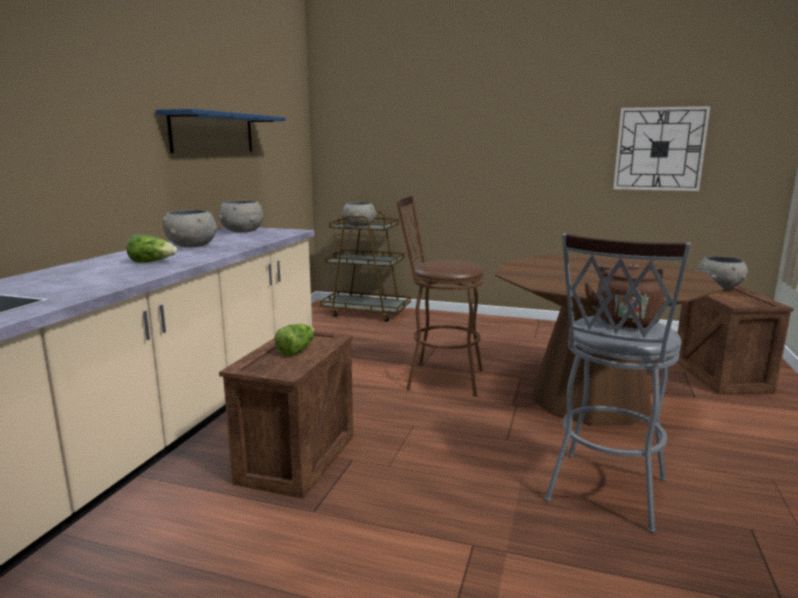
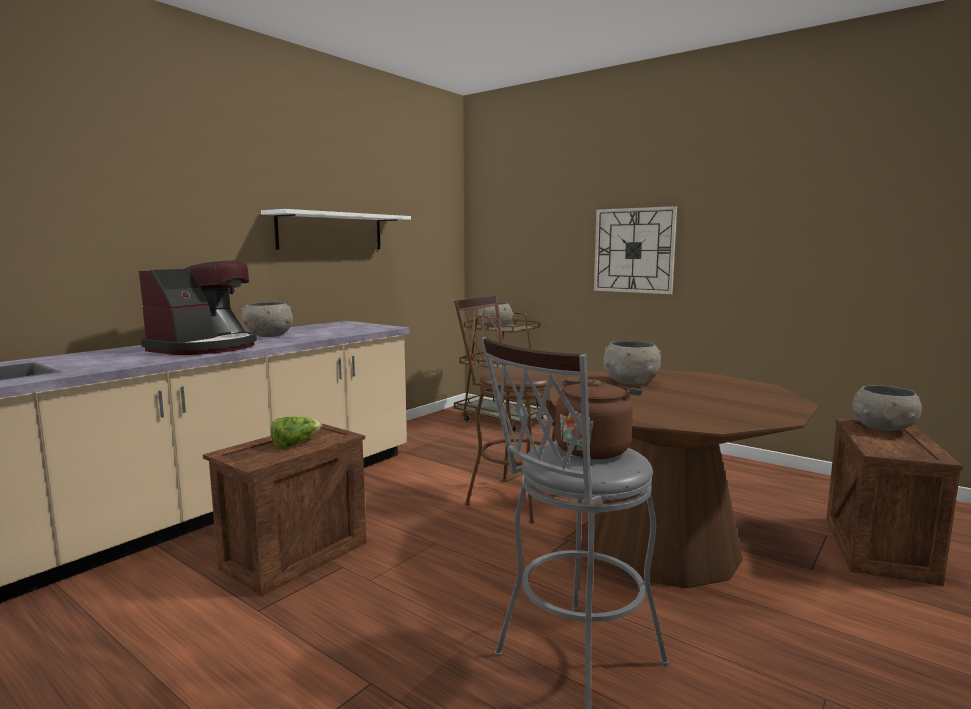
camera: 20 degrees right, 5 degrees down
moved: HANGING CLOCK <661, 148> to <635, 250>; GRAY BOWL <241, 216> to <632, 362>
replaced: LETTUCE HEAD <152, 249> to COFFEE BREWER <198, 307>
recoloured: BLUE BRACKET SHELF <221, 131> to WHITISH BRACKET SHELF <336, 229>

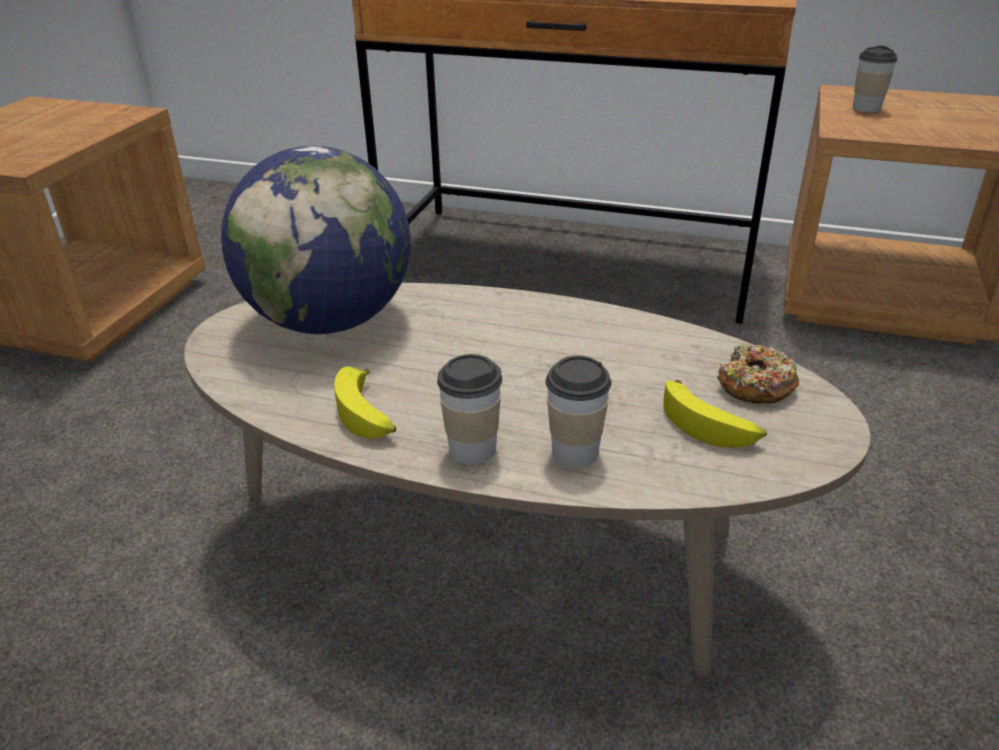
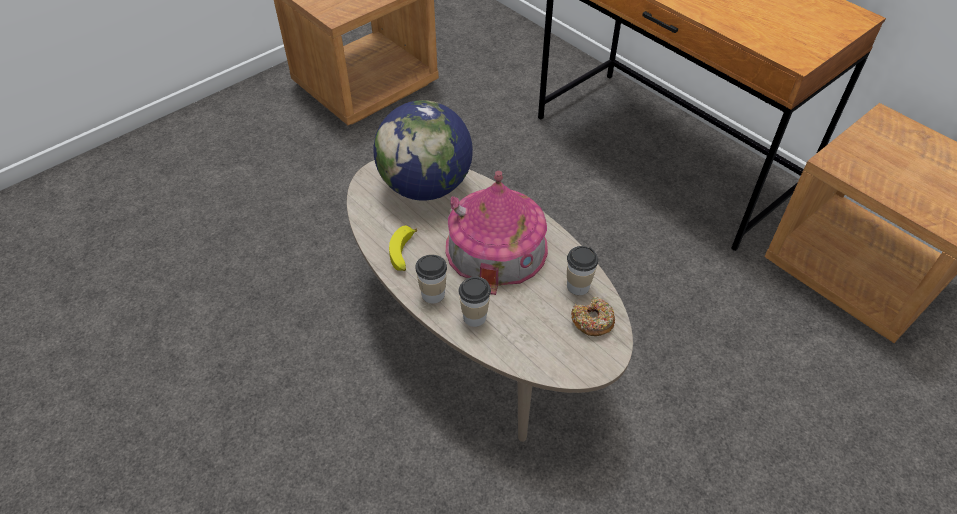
camera: 30 degrees right, 15 degrees up
removed: BANANA FRUIT <715, 414>
added: TOY HOUSE <497, 233>
moved: SMALL CUP <875, 79> to <582, 270>

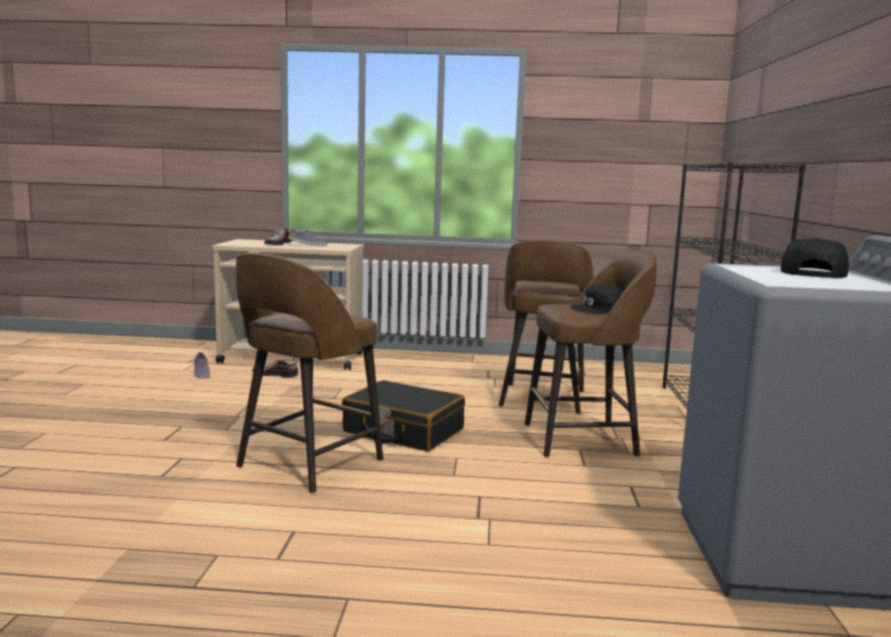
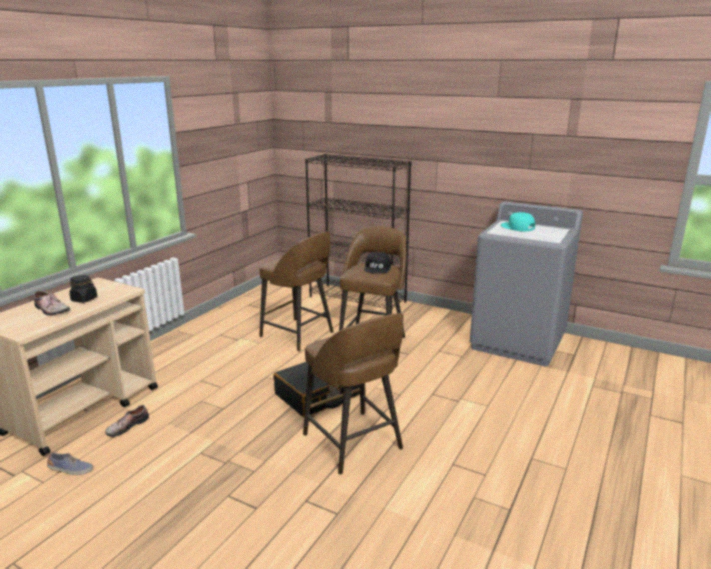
camera: 65 degrees left, 10 degrees up
replaced: ITEM OF FOOTWEAR <307, 237> to BLACK JAR <83, 289>
recoloured: BLACK BASEBALL CAP <815, 258> to BLUE-GREEN BASEBALL CAP <518, 222>

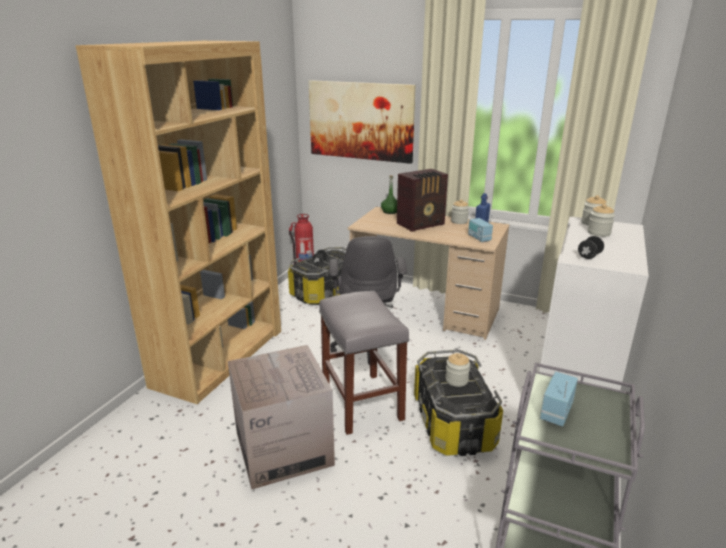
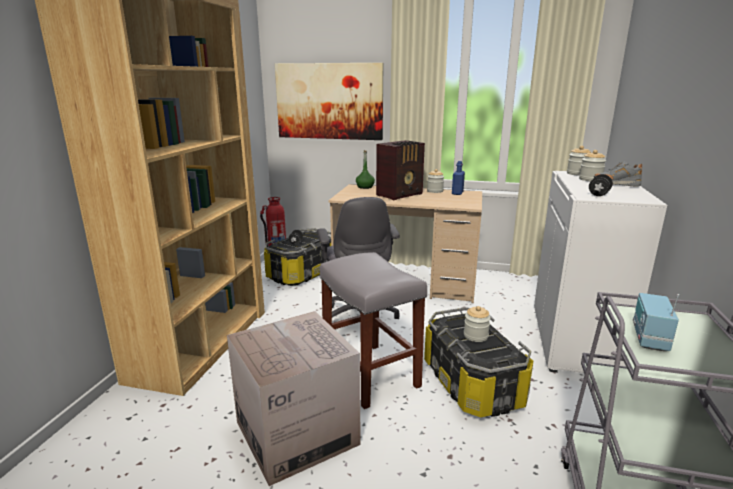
camera: 10 degrees left, 5 degrees down
removed: RADIO RECEIVER <480, 228>
added: GRAY ITEM OF FOOTWEAR <618, 174>

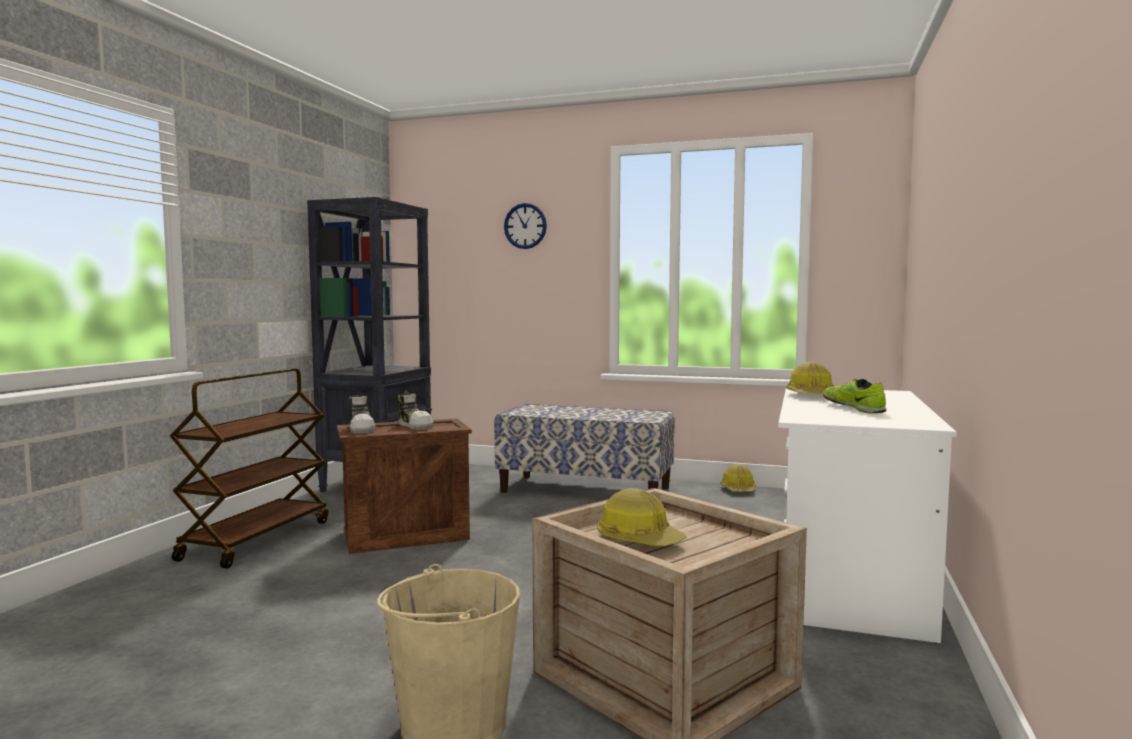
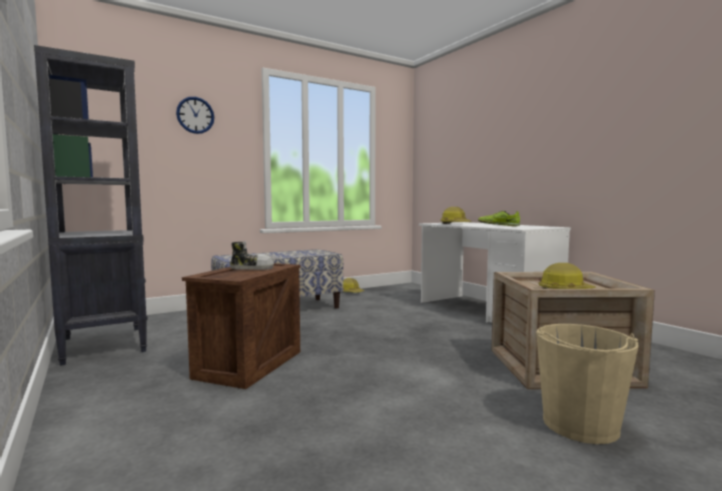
camera: 50 degrees left, 0 degrees up
removed: BROWN-COLOURED CART <249, 468>; ITEM OF FOOTWEAR <362, 414>

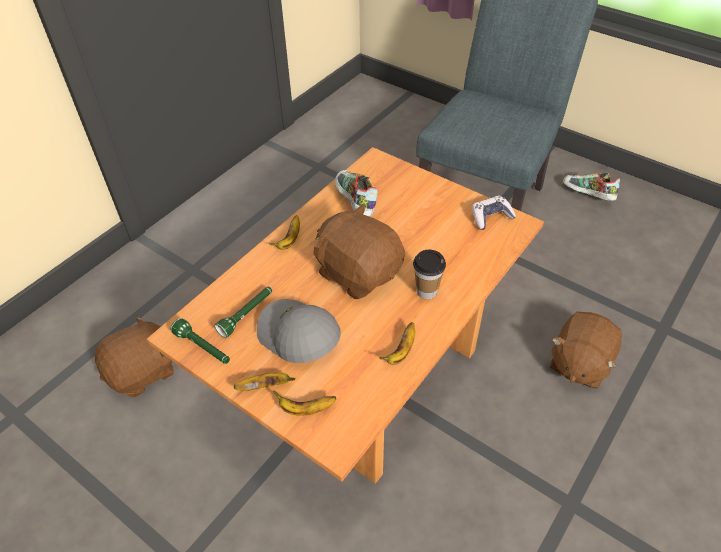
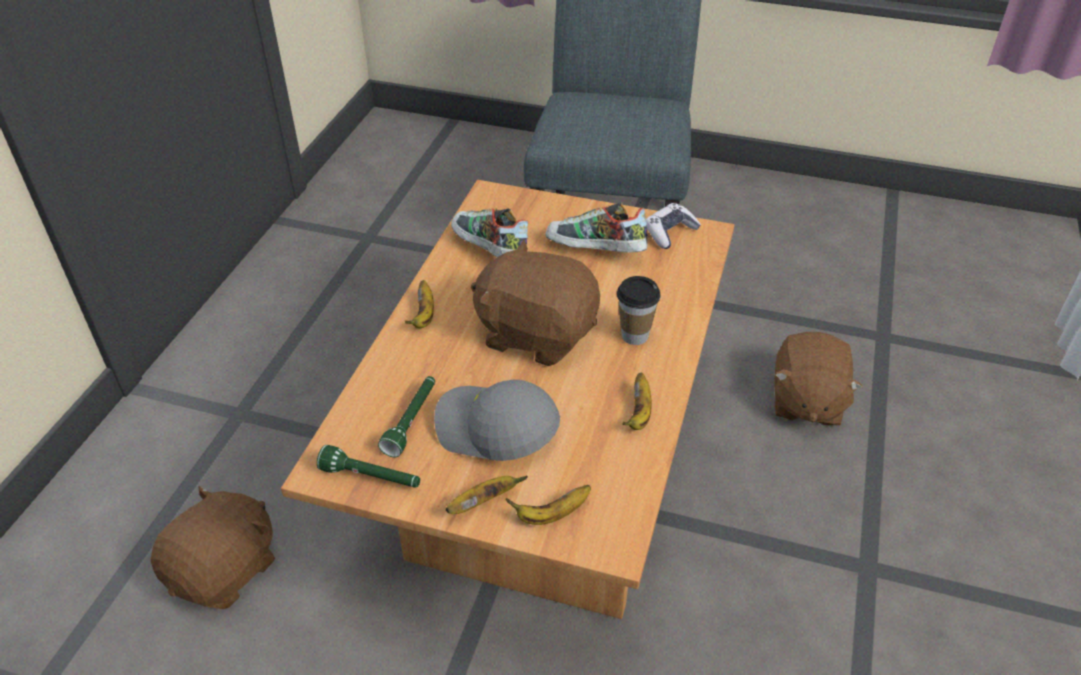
camera: 20 degrees left, 5 degrees down
moved: ITEM OF FOOTWEAR <591, 187> to <596, 227>

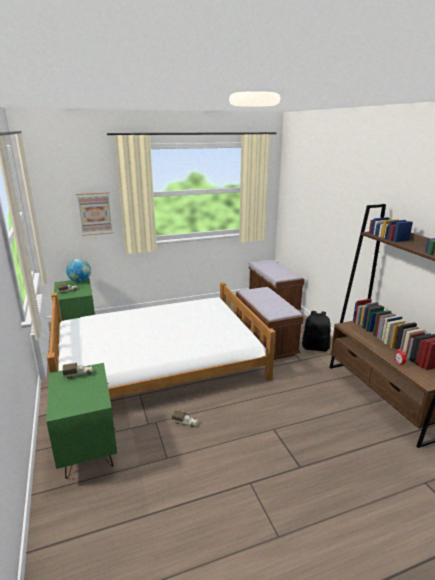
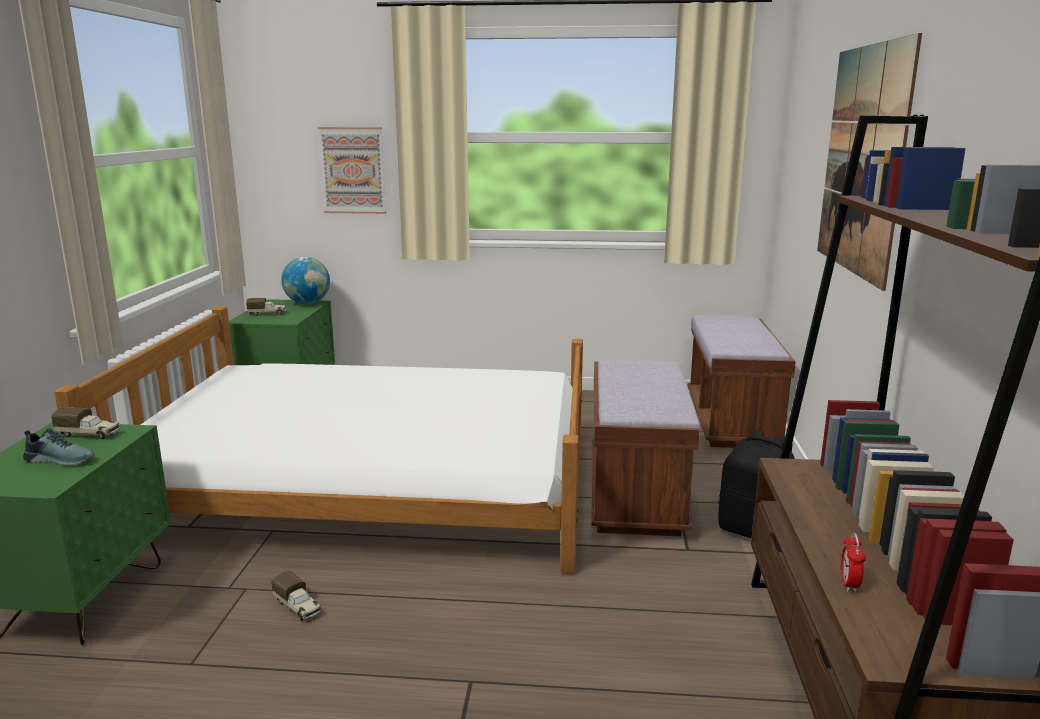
camera: 25 degrees right, 5 degrees down
added: ITEM OF FOOTWEAR <58, 447>; WALL ART <869, 162>

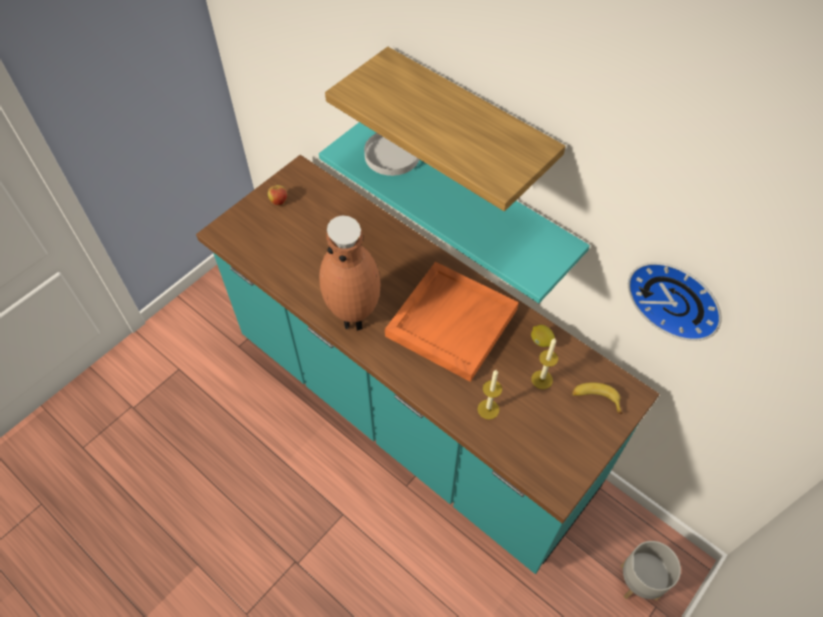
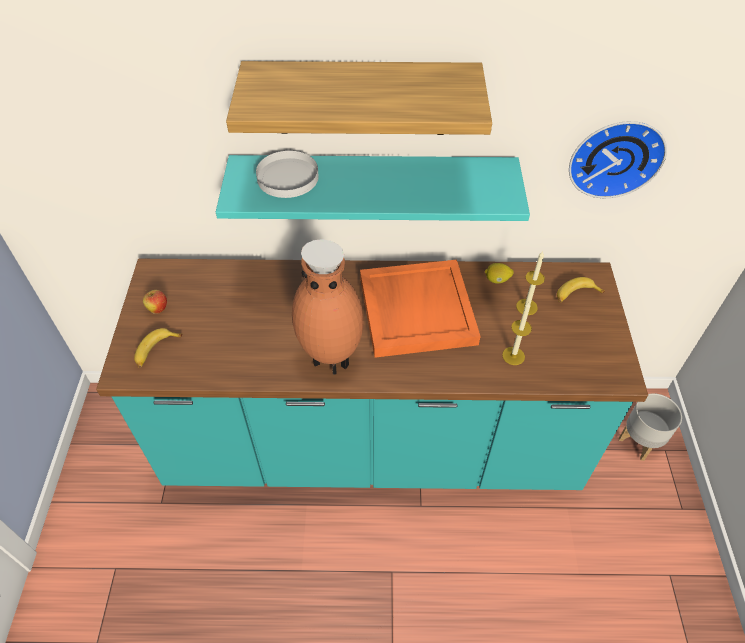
camera: 40 degrees left, 5 degrees down
added: BANANA FRUIT <158, 347>

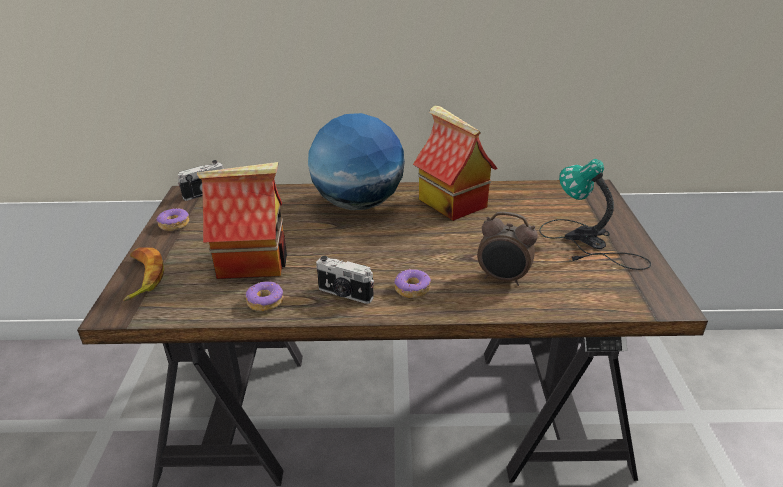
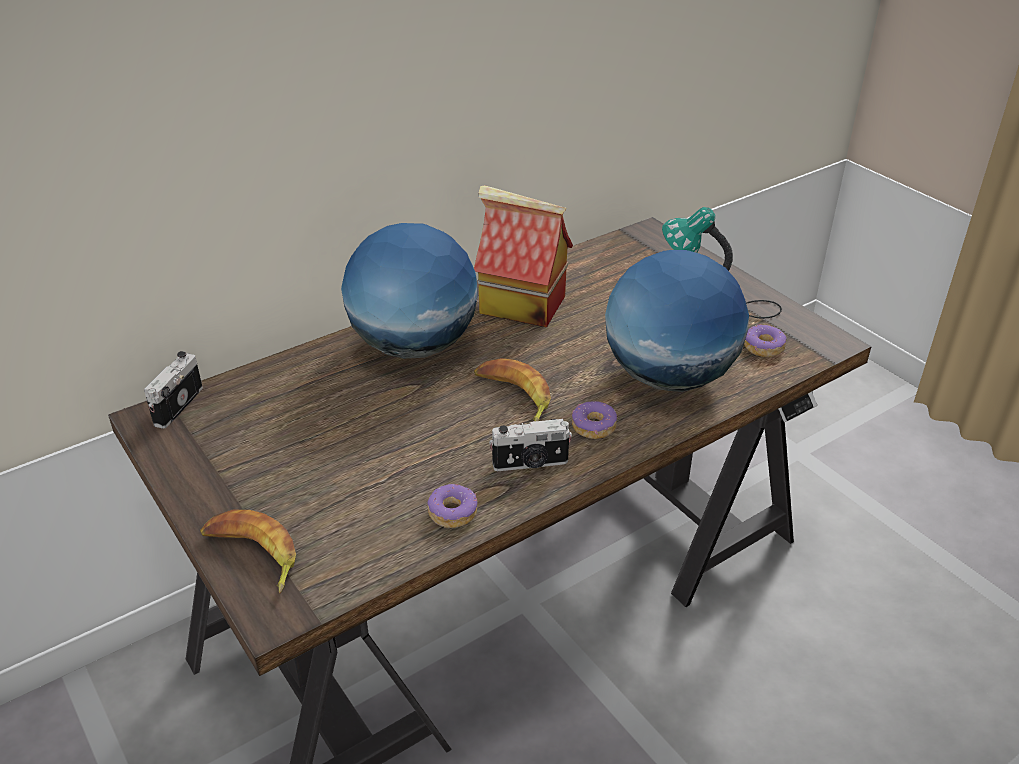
camera: 35 degrees left, 5 degrees up
removed: TOY HOUSE <242, 220>
added: BANANA FRUIT <512, 390>
moved: DOUGHNUT <172, 219> to <765, 340>
replaced: TABLE CLOCK <507, 249> to GLOBE <677, 321>

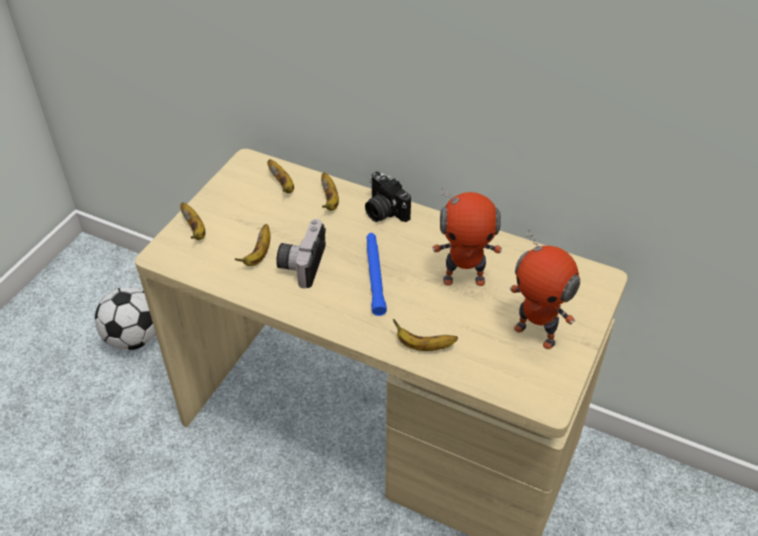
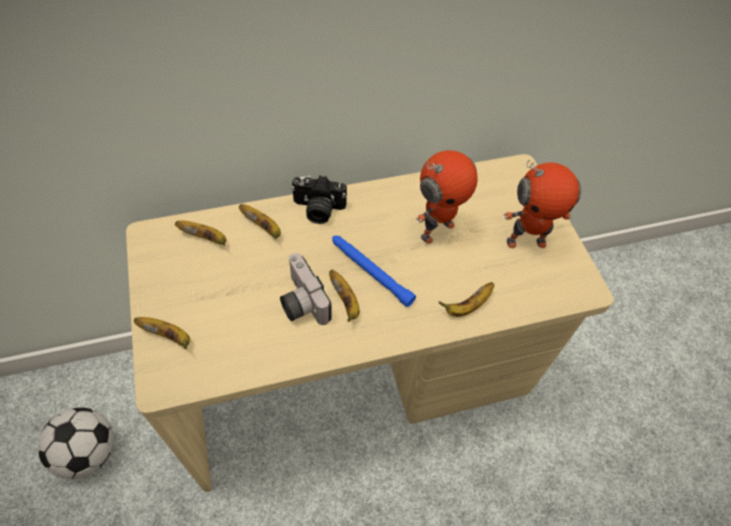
camera: 45 degrees left, 10 degrees up
moved: BANANA FRUIT <252, 245> to <344, 296>

